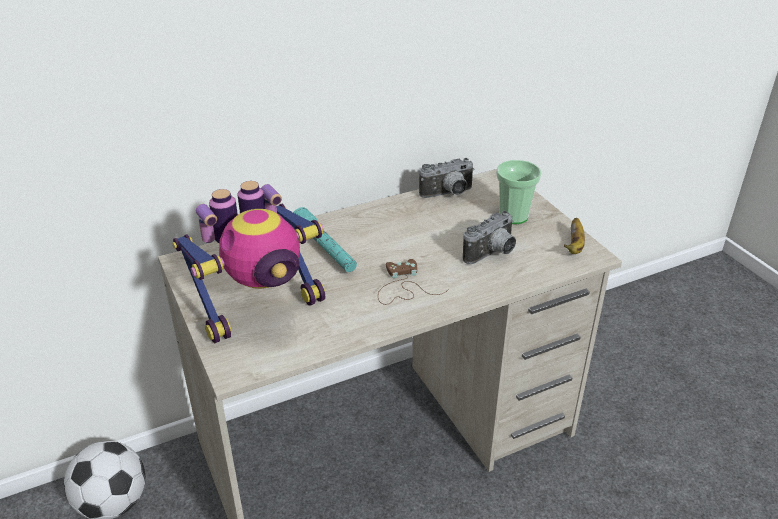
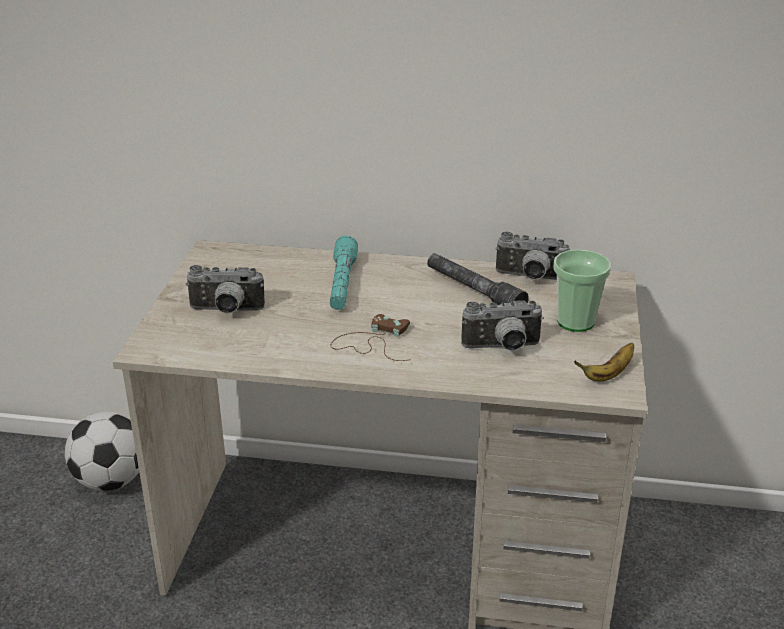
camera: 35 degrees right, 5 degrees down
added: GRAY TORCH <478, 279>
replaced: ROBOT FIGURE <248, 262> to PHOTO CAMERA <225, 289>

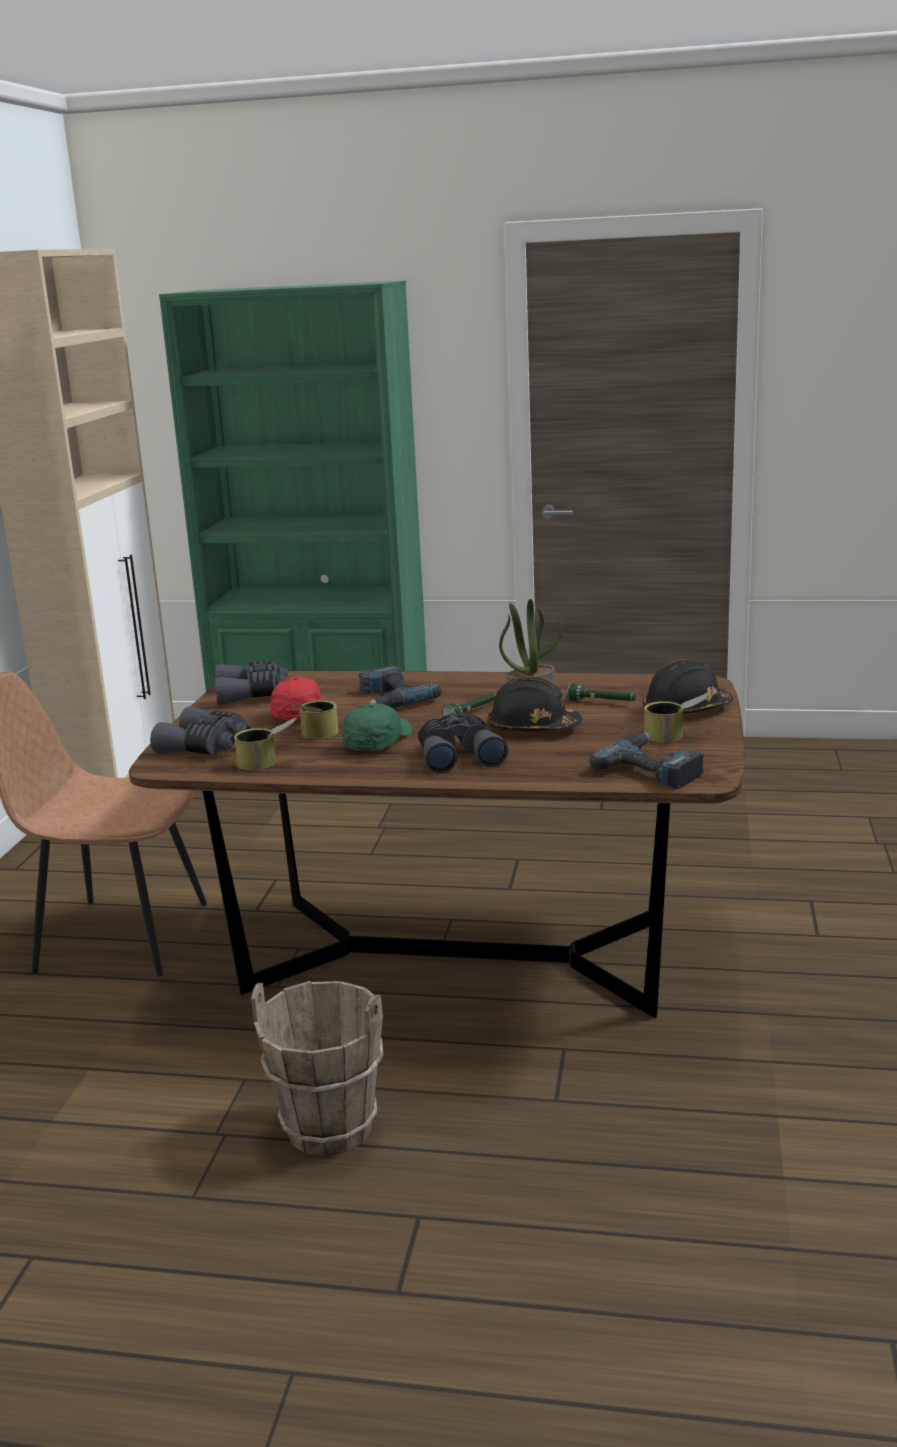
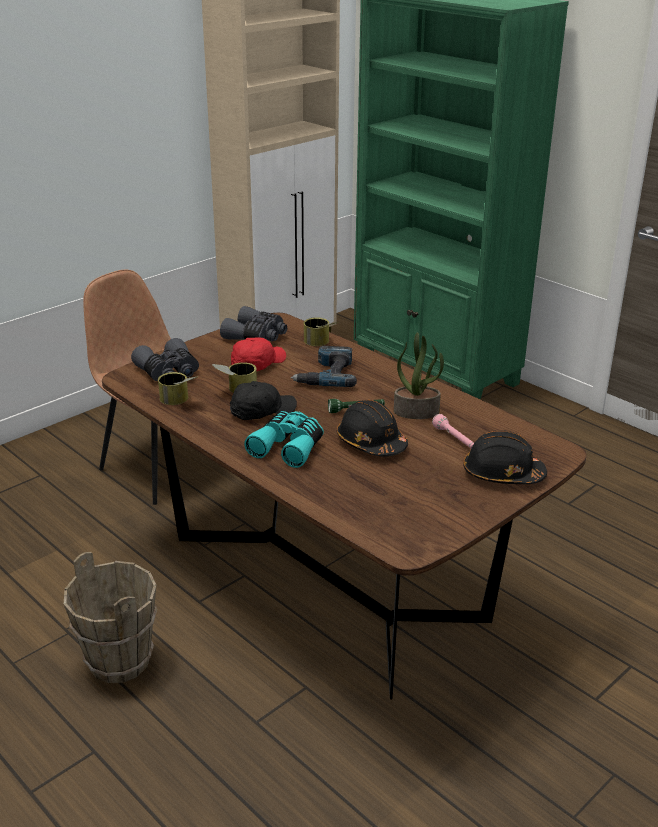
camera: 35 degrees right, 10 degrees up
removed: POWER DRILL <647, 760>
moved: CAN <676, 718> to <321, 331>
recoloured: GREEN-COLOURED BASEBALL CAP <377, 727> to BLACK BASEBALL CAP <263, 400>; GRAY BINOCULARS <463, 743> to BLUE-GREEN BINOCULARS <284, 439>; GREEN-COLOURED TORCH <601, 692> to PINKISH TORCH <453, 431>

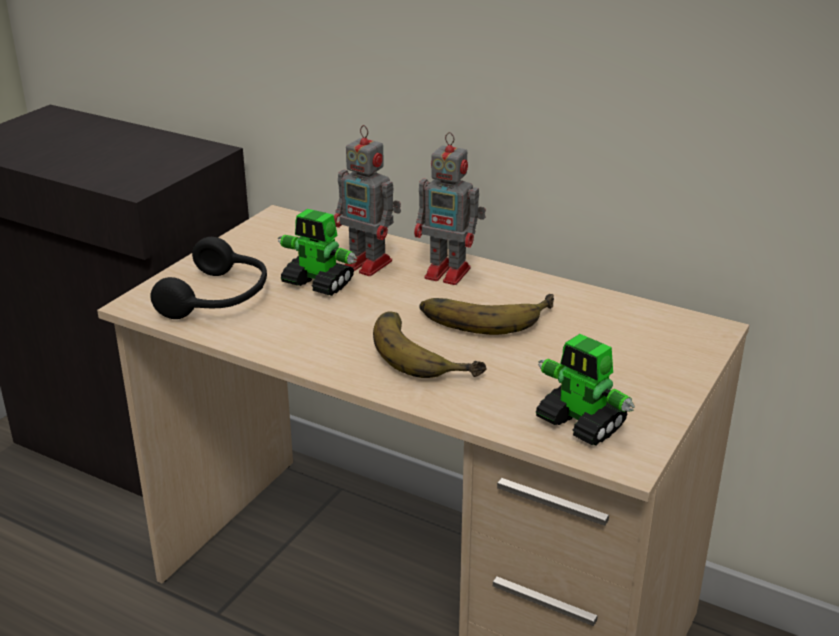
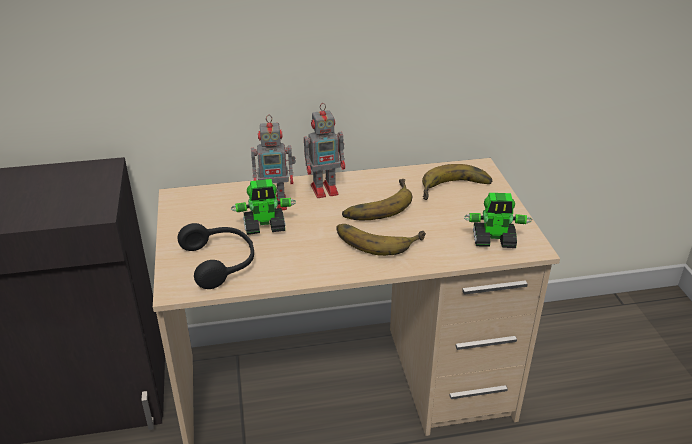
camera: 40 degrees left, 5 degrees up
added: BANANA FRUIT <457, 182>

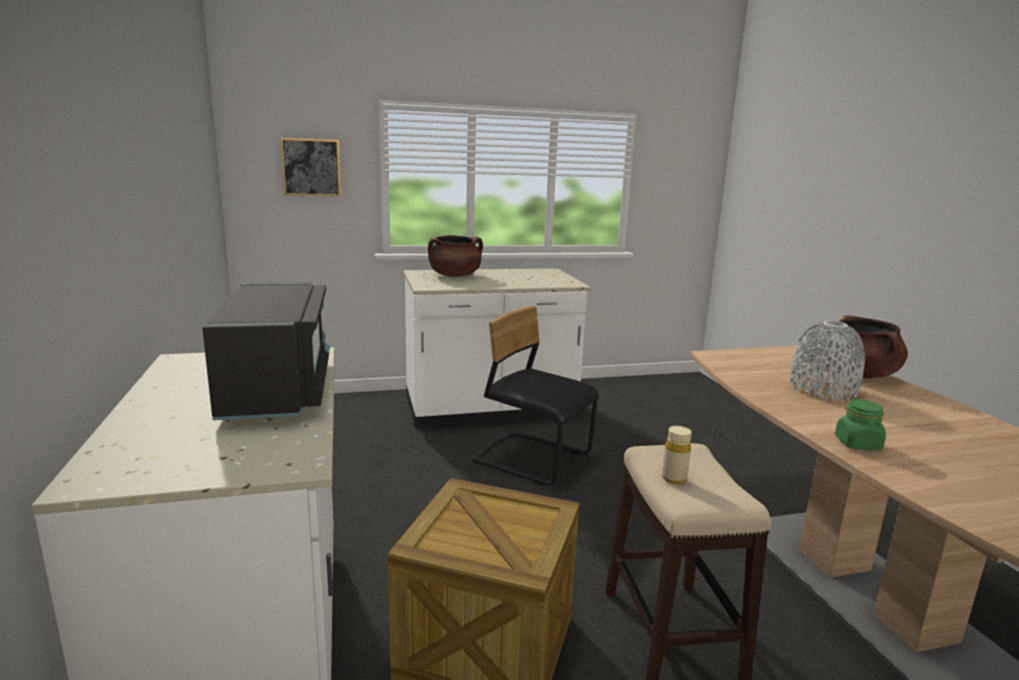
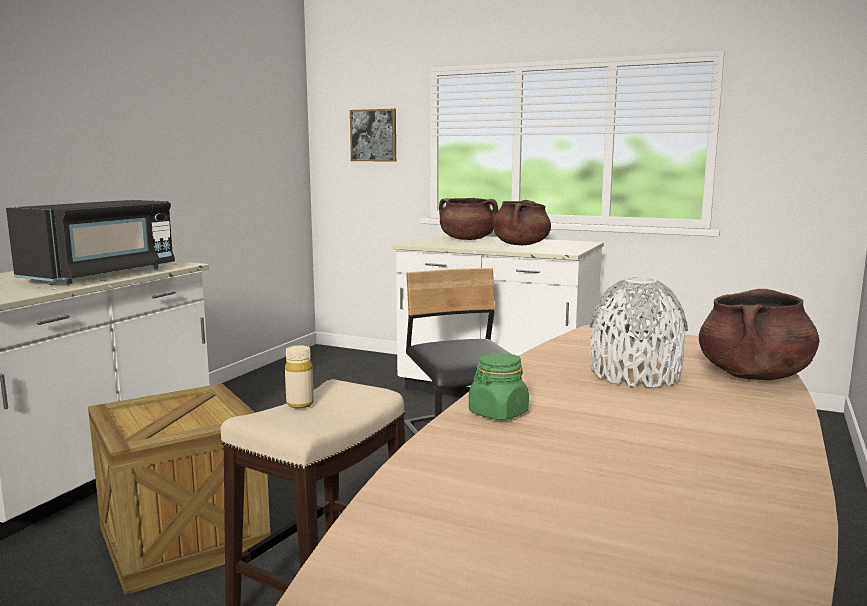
camera: 40 degrees right, 5 degrees down
added: BROWN-COLOURED COOKING POT <522, 222>

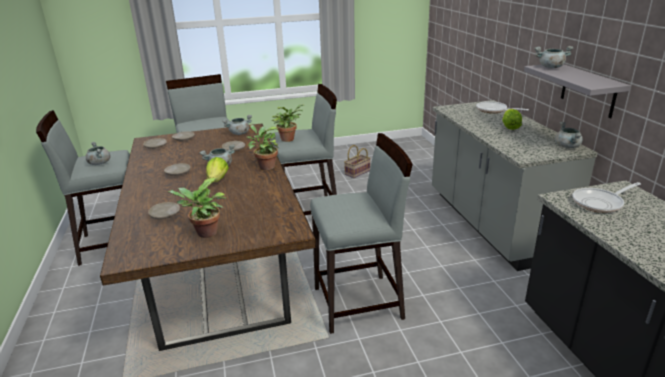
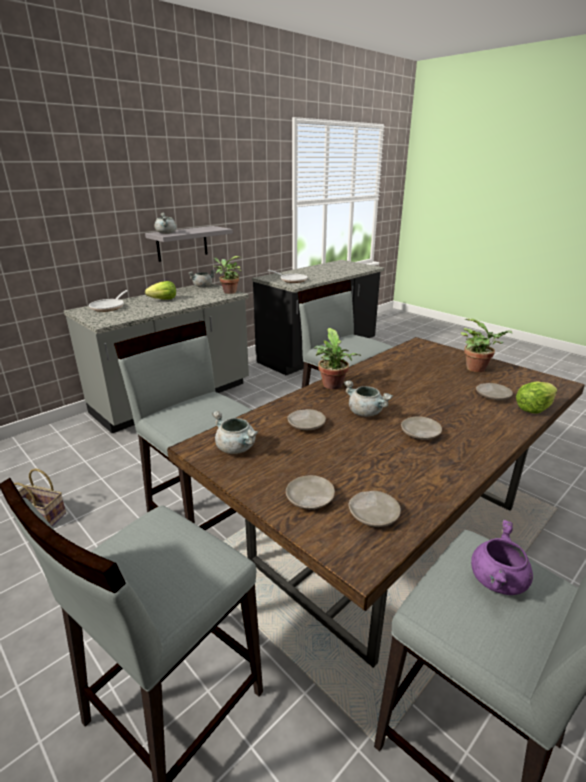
camera: 120 degrees left, 0 degrees up
moved: POTTED PLANT <288, 123> to <227, 275>; LETTUCE HEAD <217, 169> to <536, 397>
recoloured: GRAY COOKING POT <98, 153> to PURPLE-COLOURED COOKING POT <502, 557>

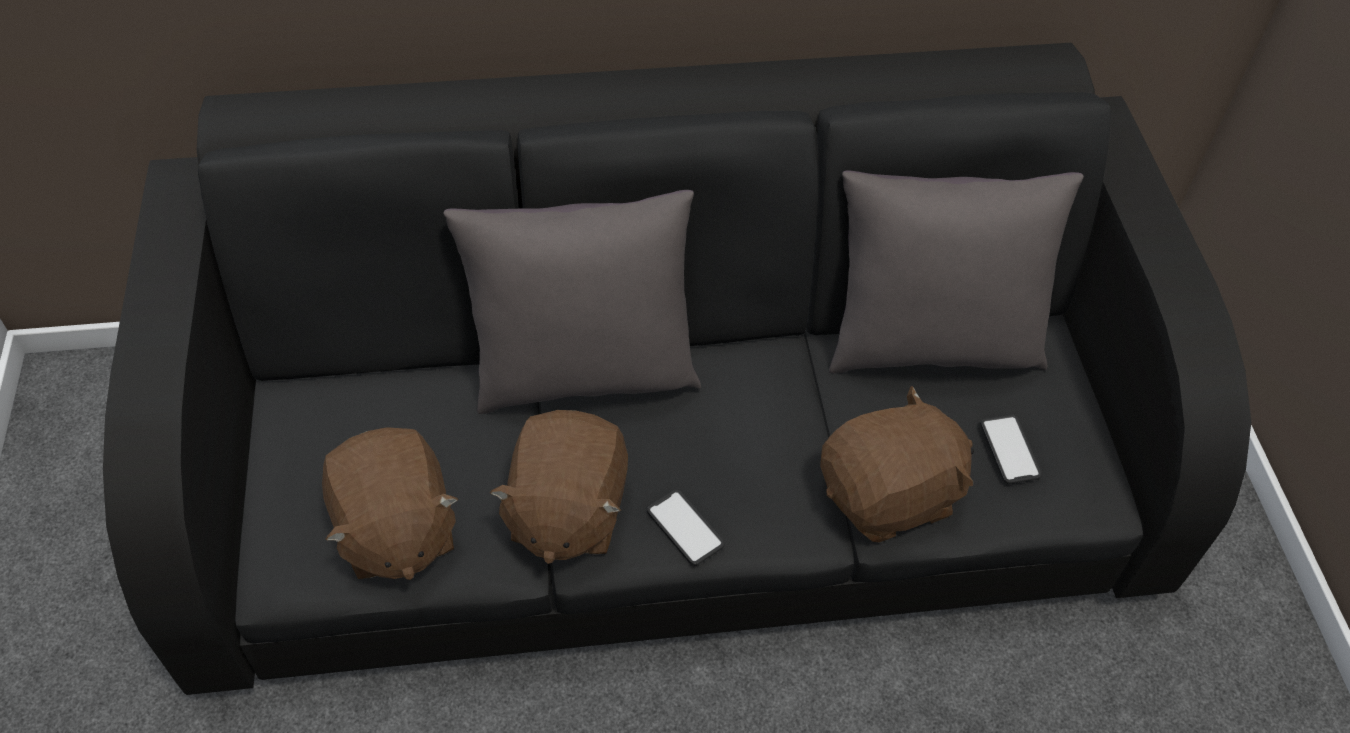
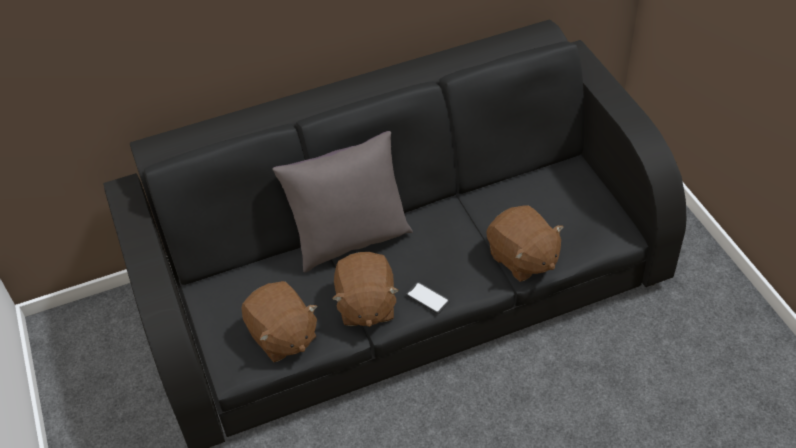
camera: 10 degrees left, 5 degrees down
removed: GRAY CUSHION <956, 272>; PHONE <1011, 449>
turned: BROWN-COLOURED SOFT TOY <897, 464> = <525, 243> 90 degrees clockwise

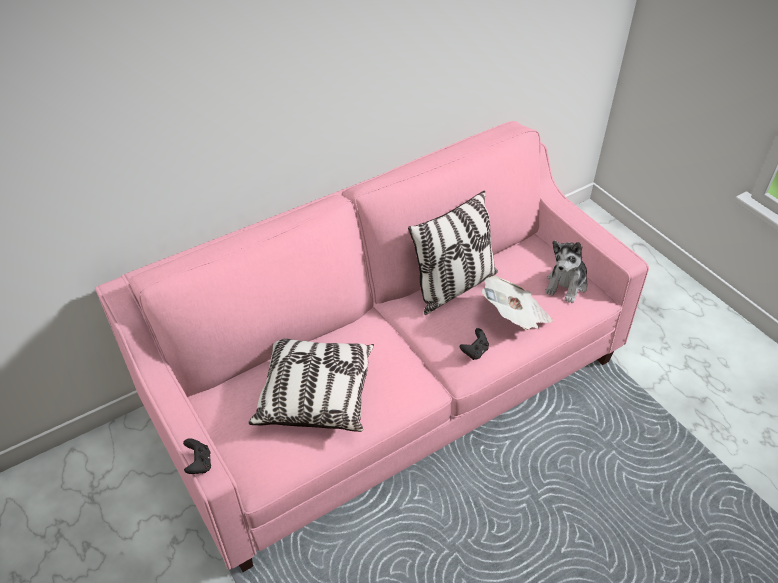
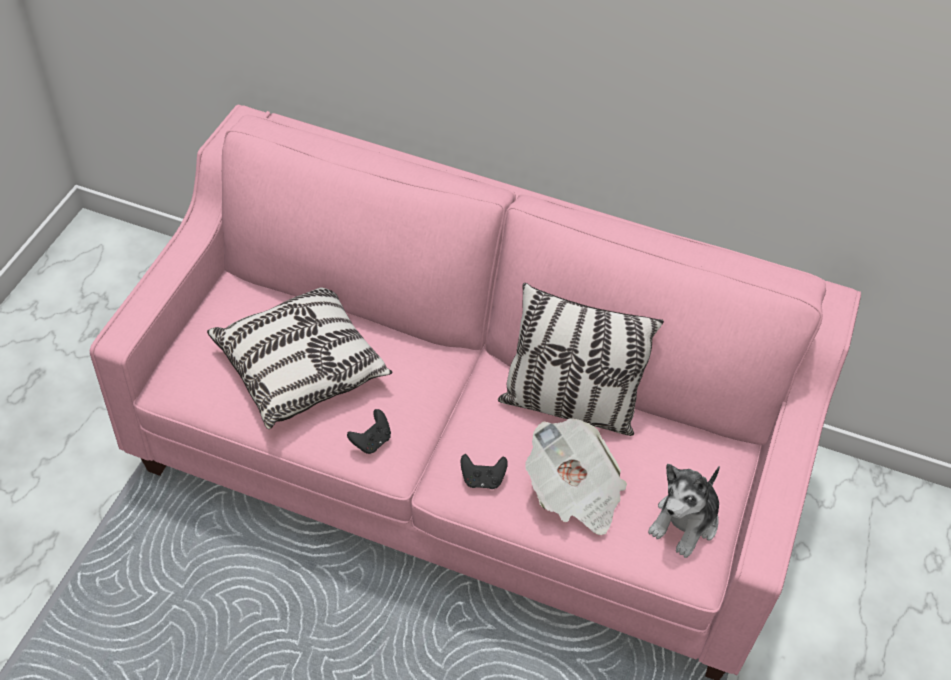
camera: 50 degrees right, 5 degrees up
moved: BLACK JOYPAD <197, 456> to <369, 431>
turned: SOFT TOY <566, 272> = <684, 511> 45 degrees counterclockwise

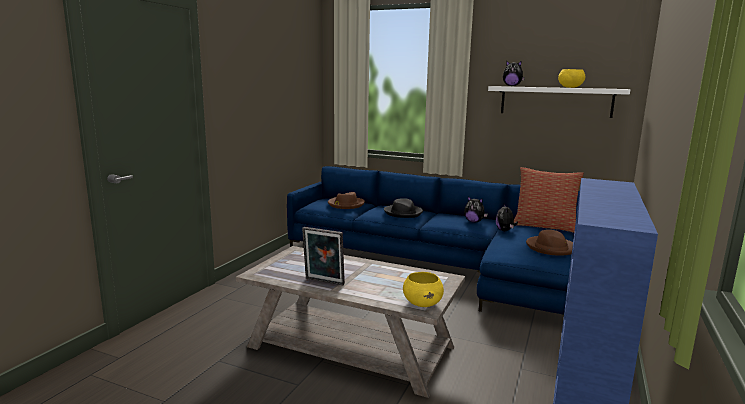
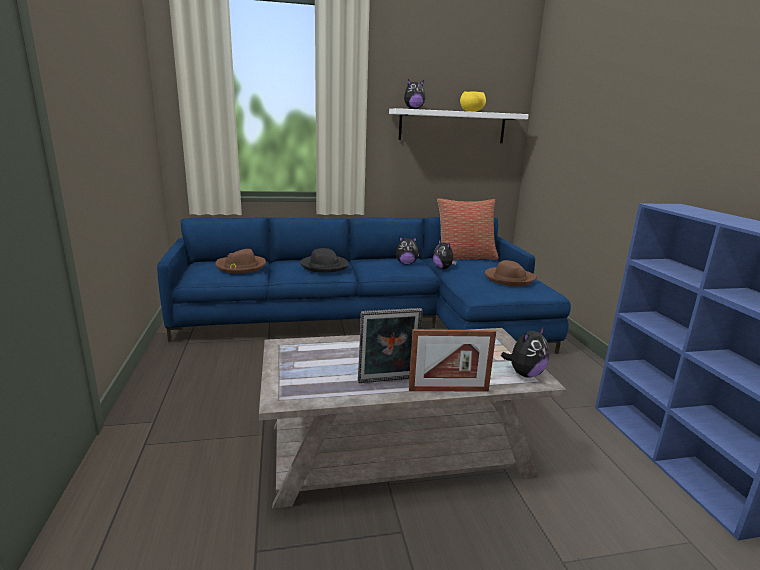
camera: 35 degrees left, 5 degrees up
added: PHOTO FRAME <452, 360>
replaced: YELLOW BOWL <423, 289> to SOFT TOY <525, 352>

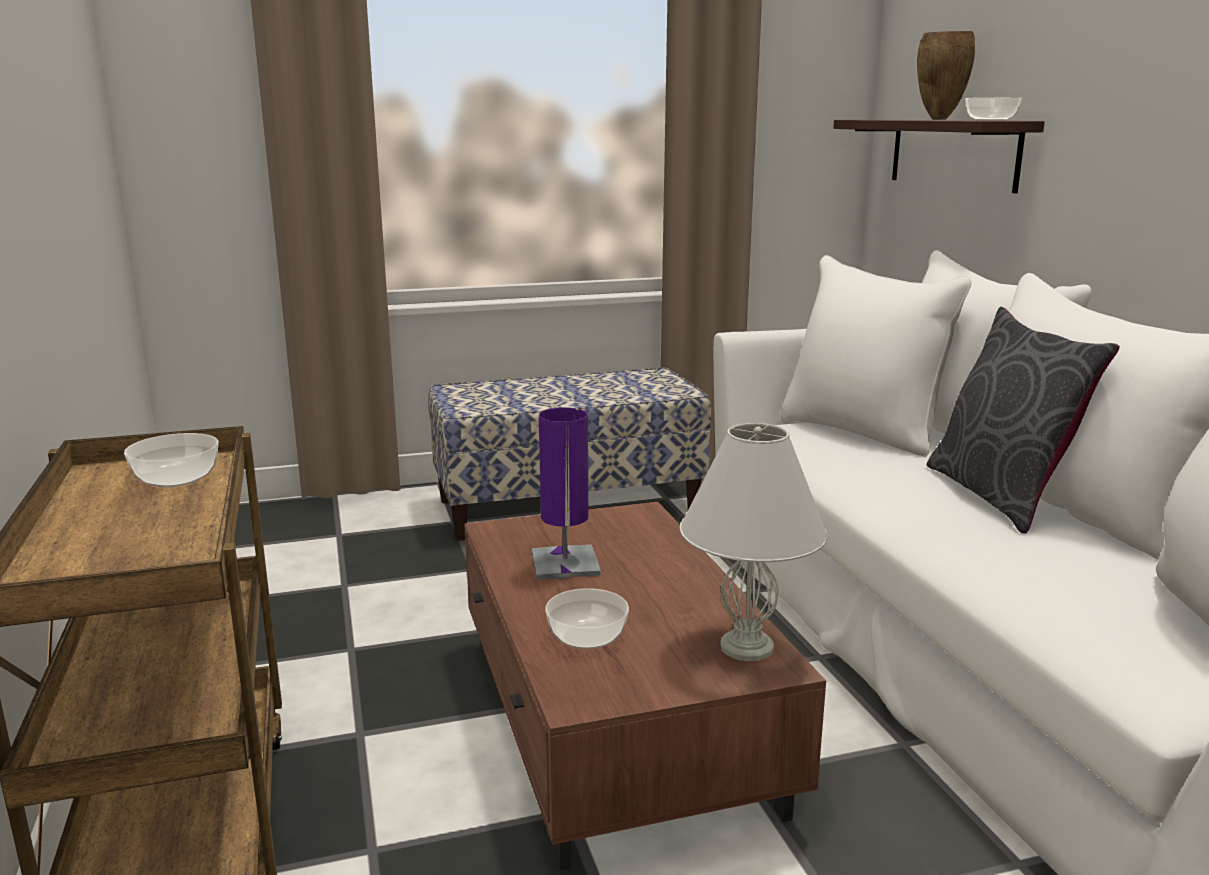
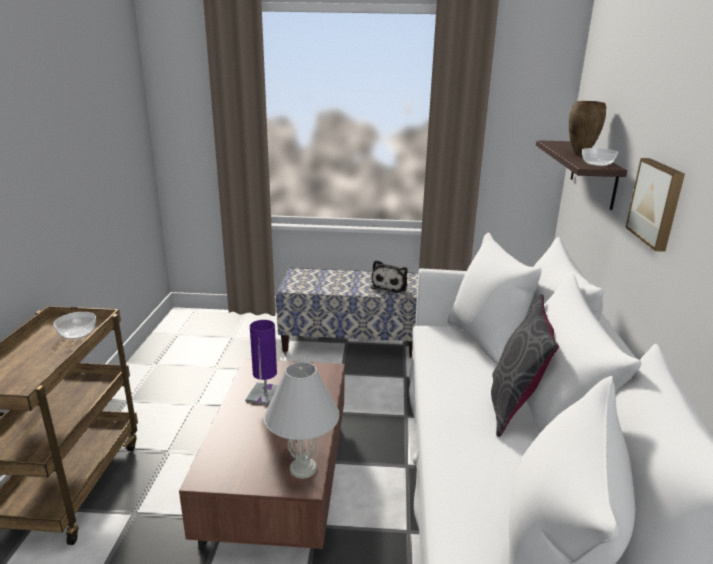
camera: 20 degrees right, 5 degrees up
removed: BOWL <587, 618>
added: SOFT TOY <389, 276>; WALL ART <655, 205>

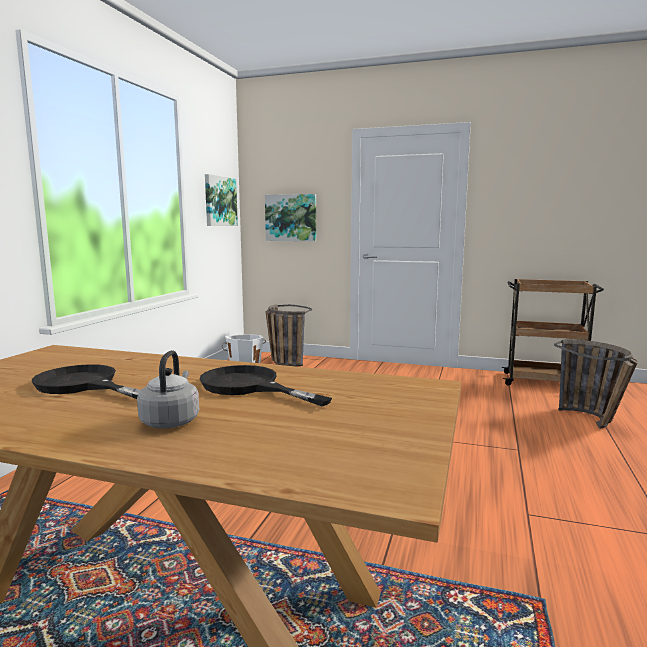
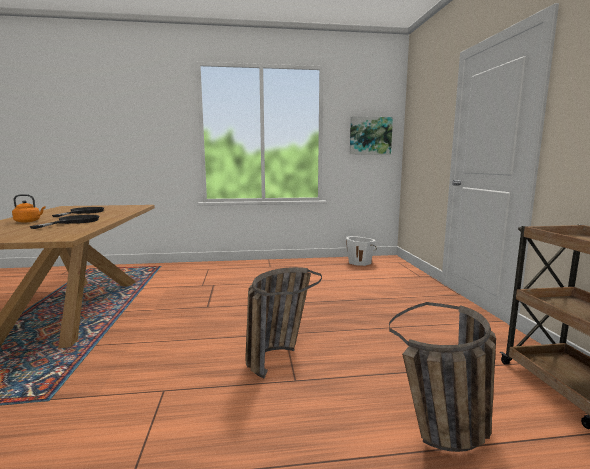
camera: 65 degrees right, 0 degrees up
removed: WALL ART <290, 217>
moved: BASKET <289, 335> to <283, 323>
recoloured: GRAY KETTLE <168, 389> to ORANGE KETTLE <29, 208>

